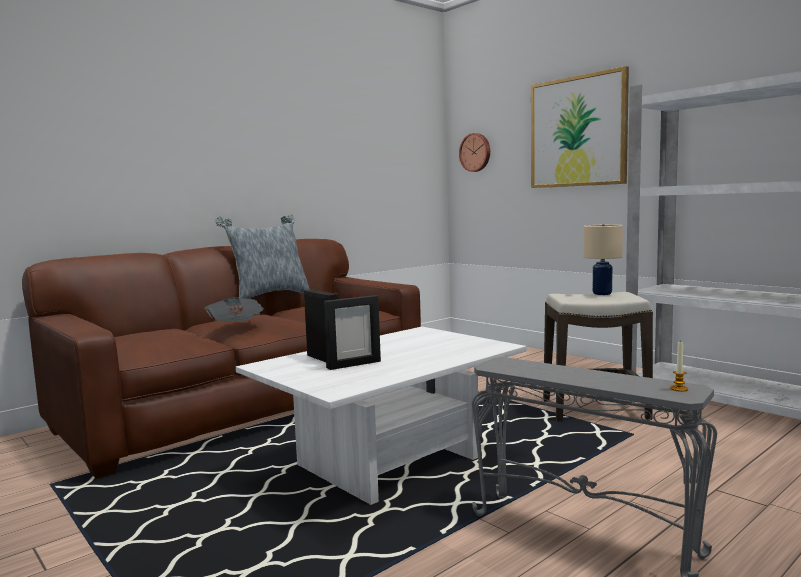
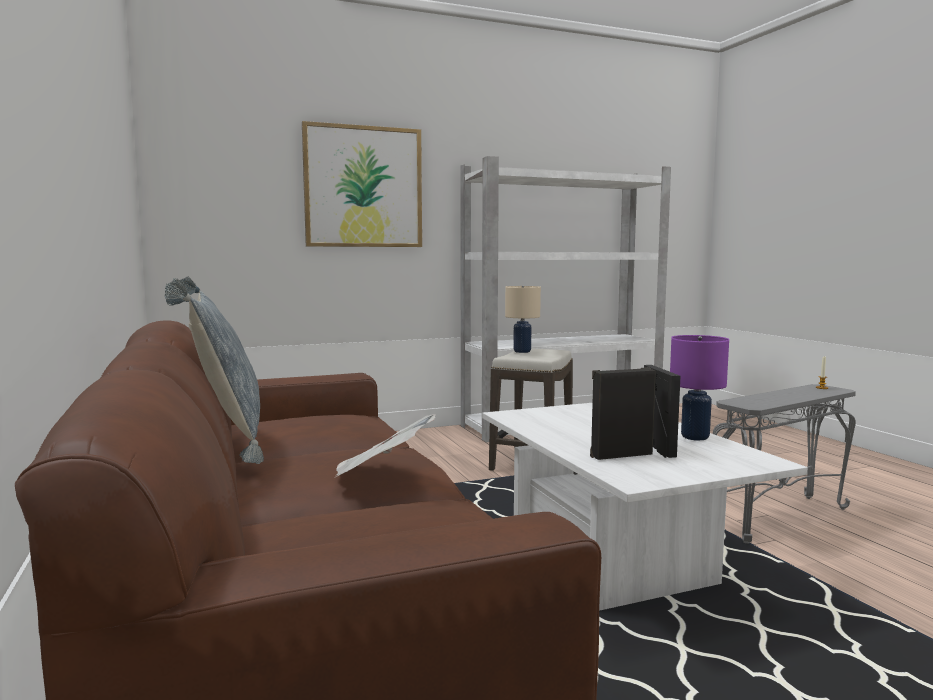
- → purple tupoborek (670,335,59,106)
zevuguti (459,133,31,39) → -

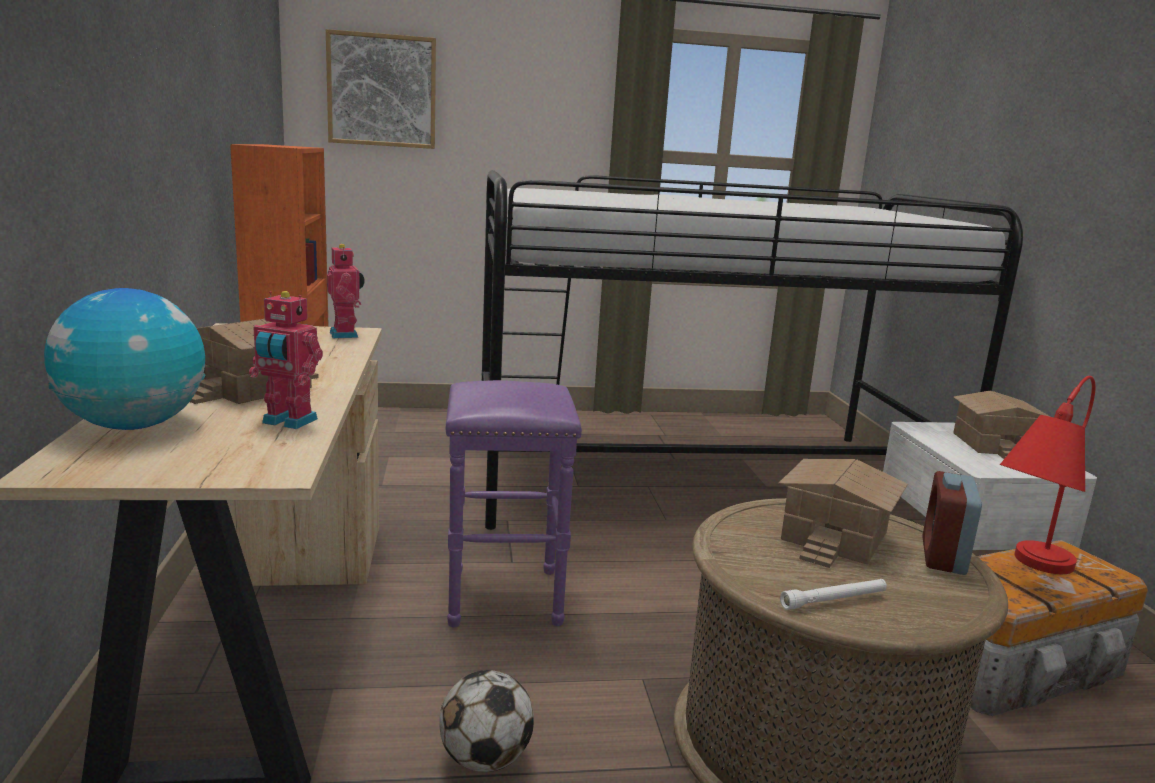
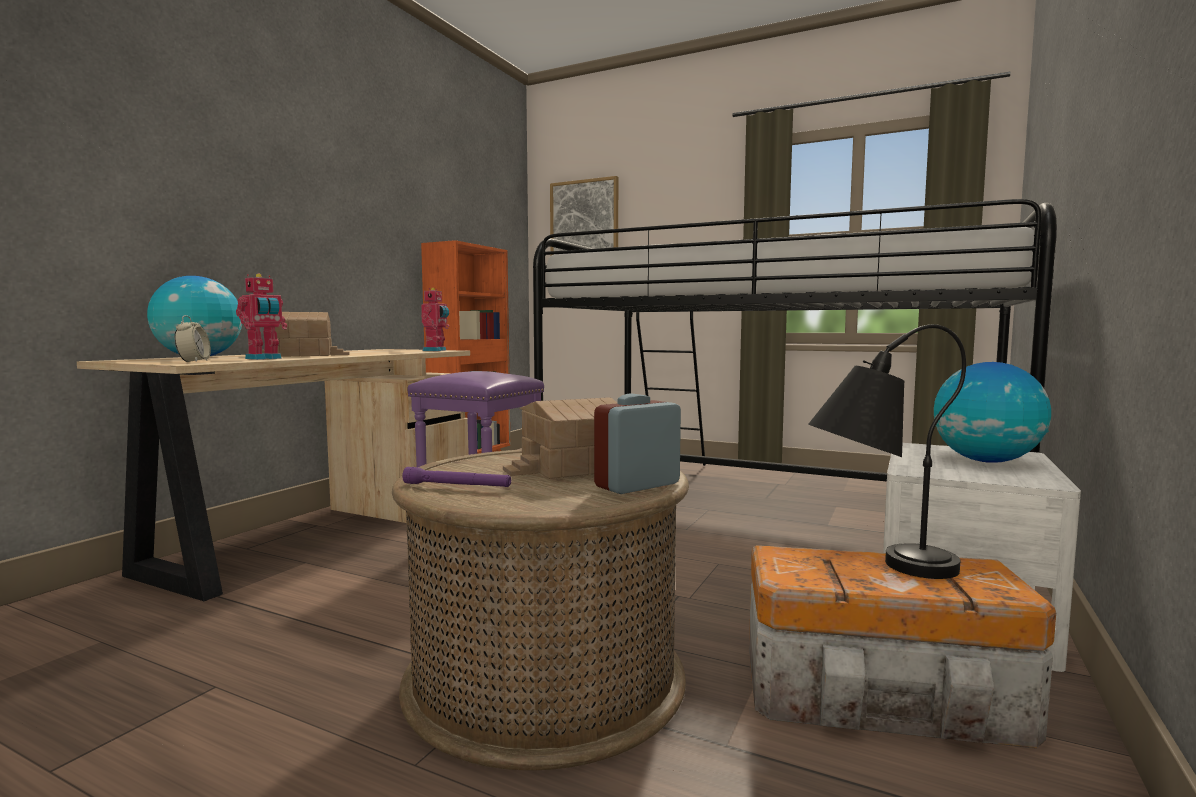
- → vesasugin (174,315,37,47)
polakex (249,291,74,138) → polakex (236,273,51,87), 105 degrees counterclockwise
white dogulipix (780,579,107,31) → purple dogulipix (402,467,109,20)
red tupoborek (1000,376,96,198) → black tupoborek (808,324,158,255)
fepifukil (953,391,97,68) → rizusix (934,362,117,101)
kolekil (439,670,95,102) → -

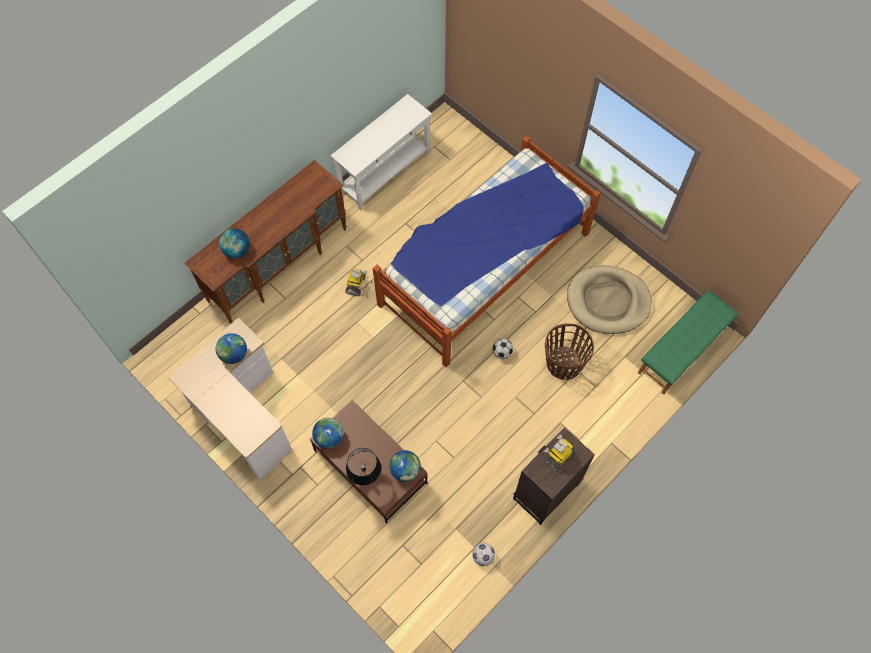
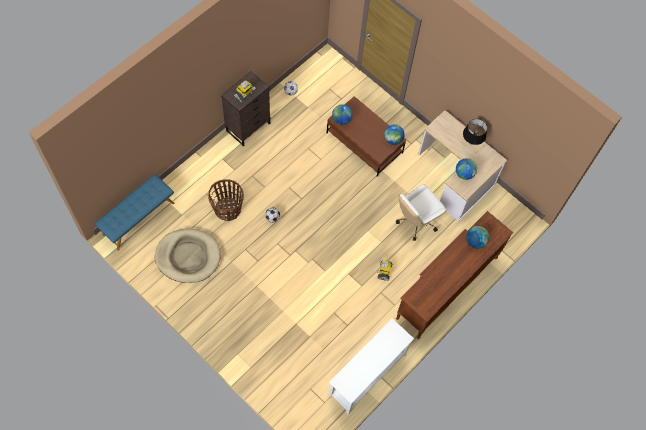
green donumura (638,290,100,104) → blue donumura (95,174,79,77)
- → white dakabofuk (396,184,50,57)
black tupoborek (346,448,35,37) → black tupoborek (463,119,24,26), moved
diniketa (373,136,228,231) → -

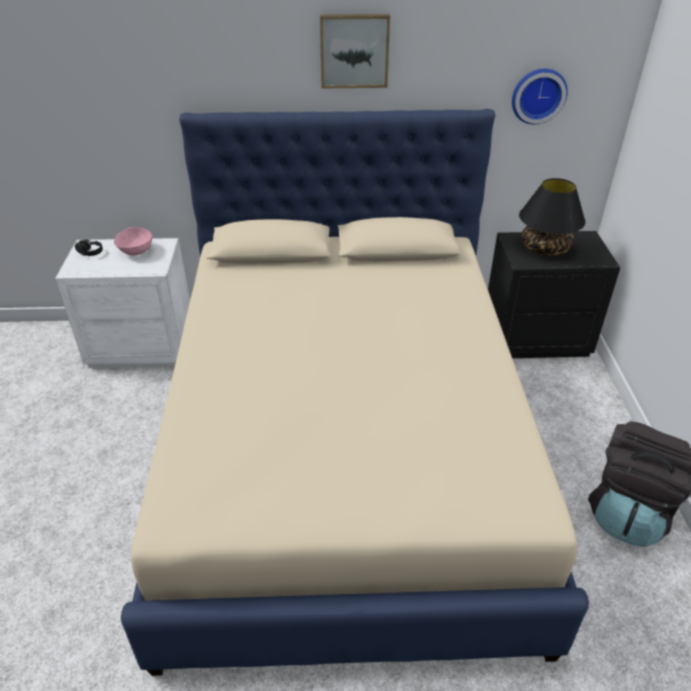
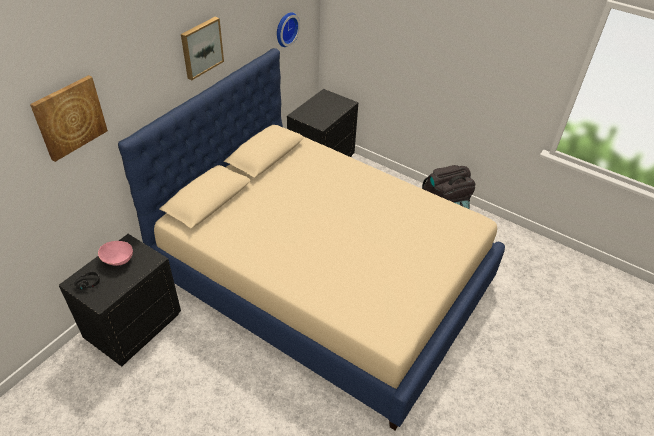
- → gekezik (30,75,78,87)
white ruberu (55,238,135,130) → black ruberu (59,234,122,133)
black tupoborek (519,178,66,78) → -

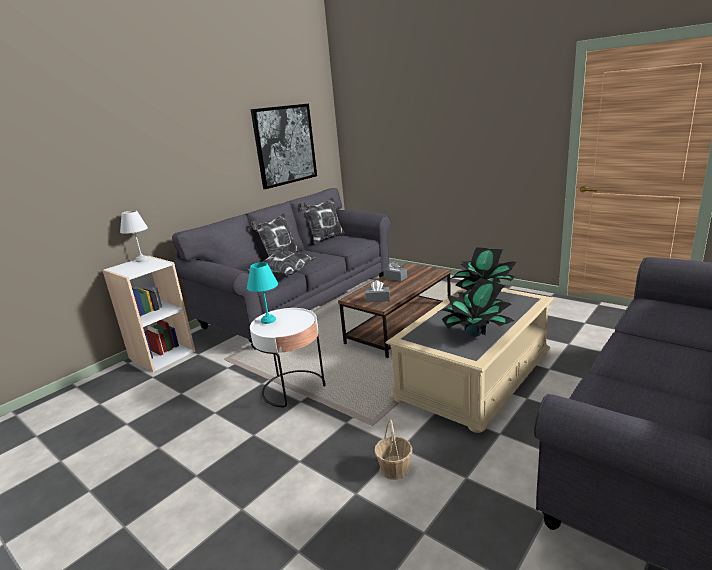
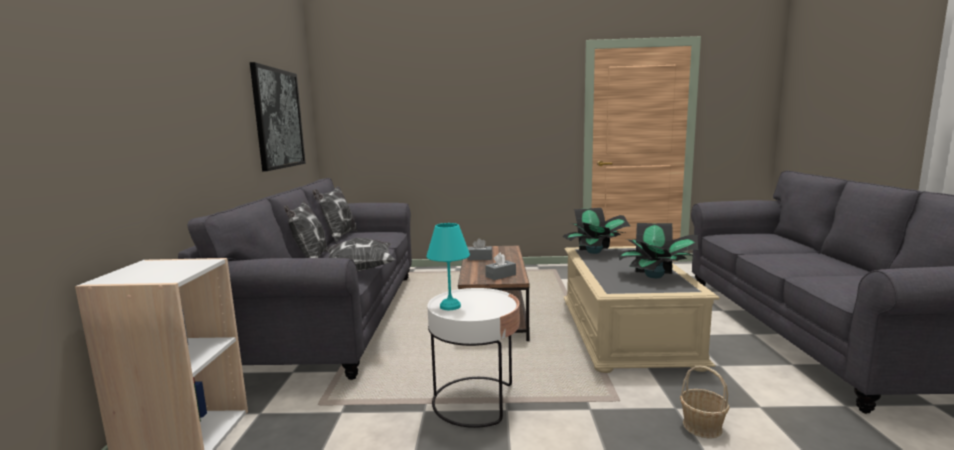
white tupoborek (120,210,29,52) → -

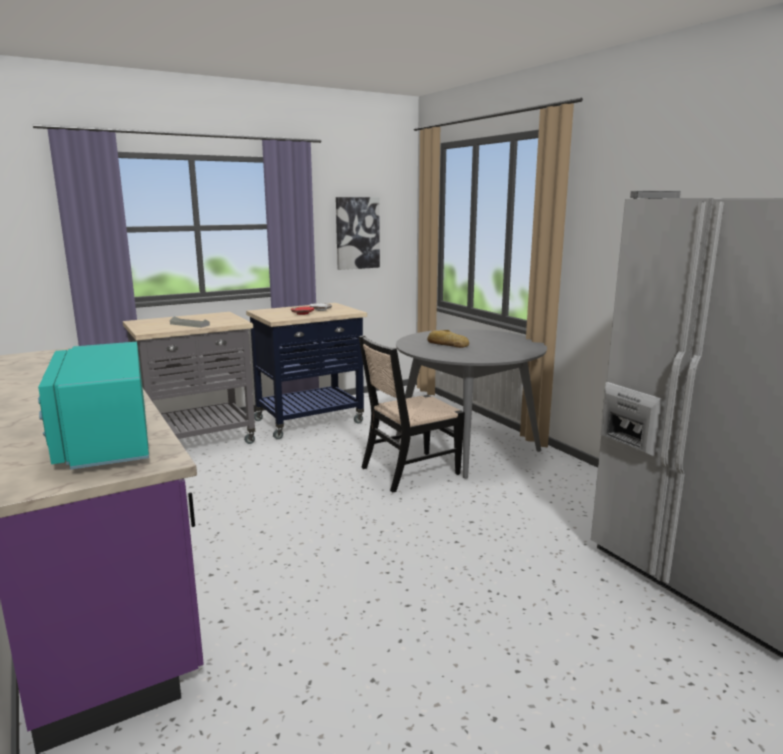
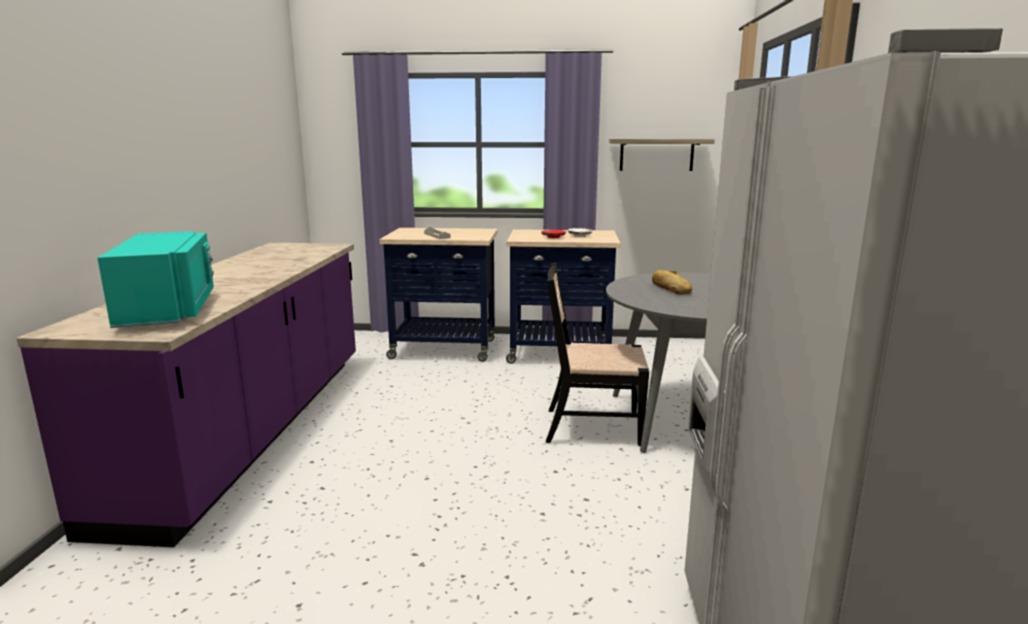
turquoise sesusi (38,342,111,128) → turquoise sesusi (98,231,116,97), 150 degrees clockwise
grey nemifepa (123,312,132,132) → blue nemifepa (379,228,119,134)
gekezik (336,197,44,73) → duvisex (609,139,106,32)

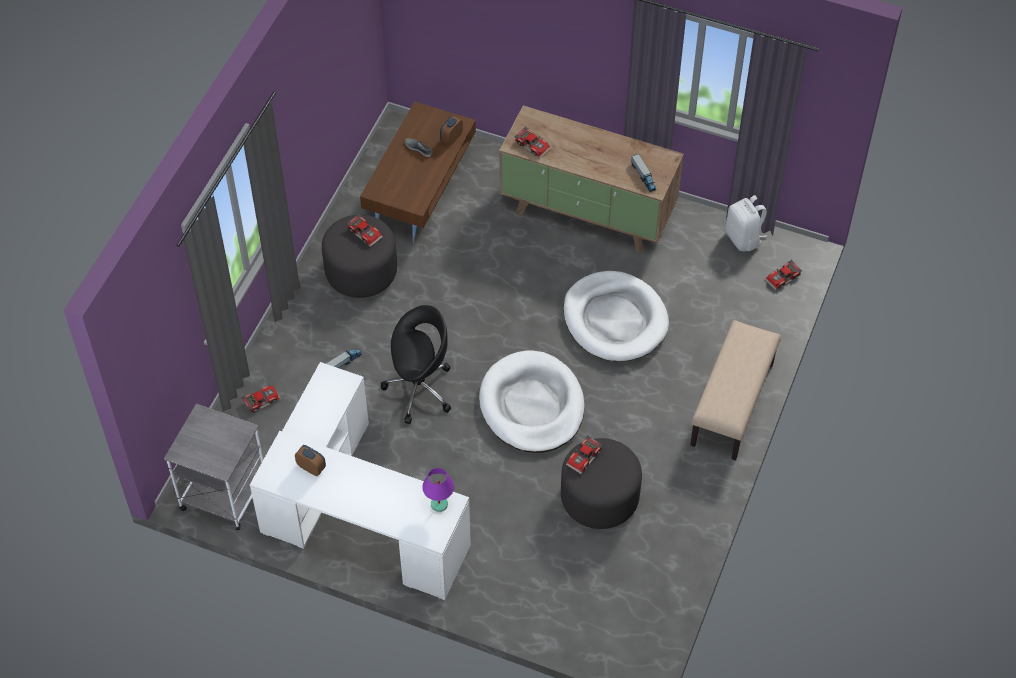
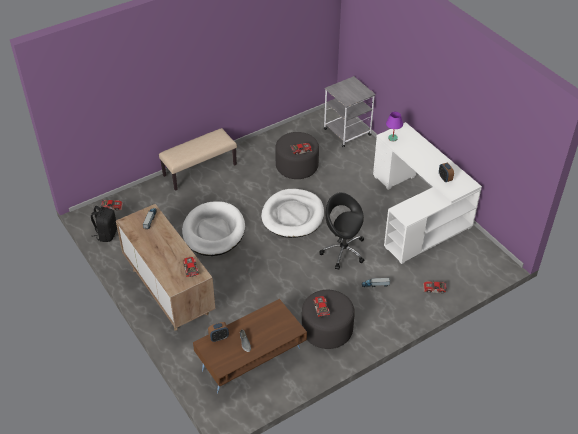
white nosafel (726,195,41,56) → black nosafel (91,206,26,36)
grey nemifepa (164,404,100,126) → grey nemifepa (324,76,52,71), moved

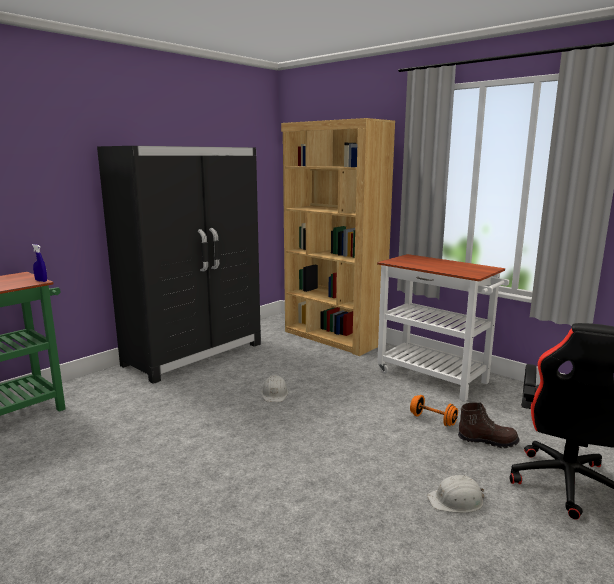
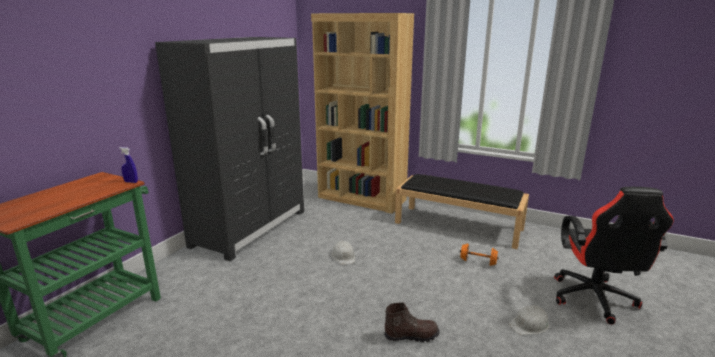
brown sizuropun (458,402,62,46) → brown sizuropun (384,302,56,40), moved
white nemifepa (377,254,132,147) → black donumura (395,174,134,75)

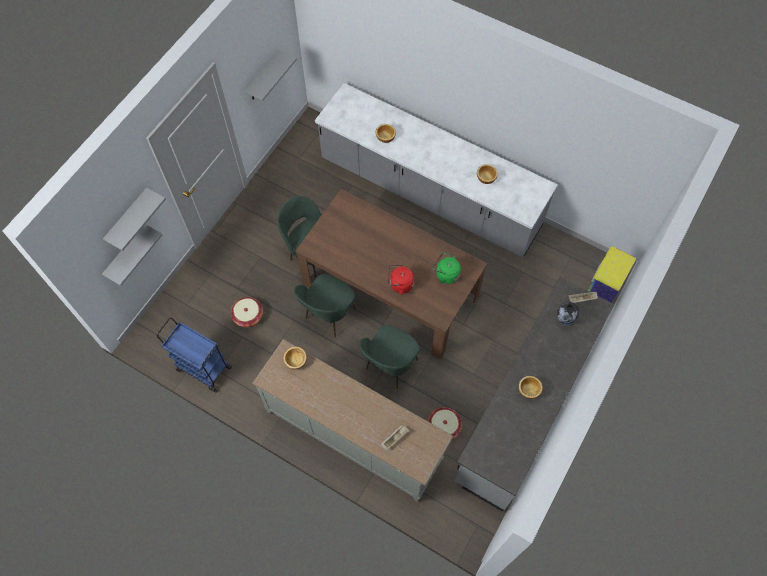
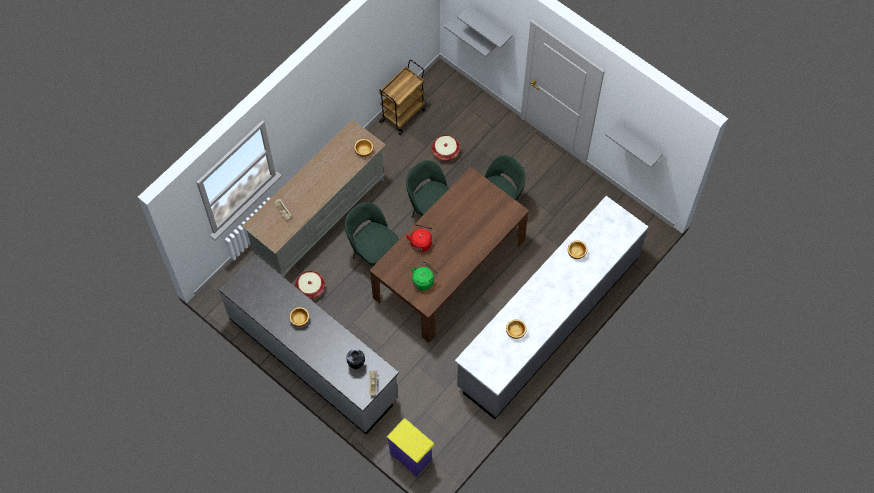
blue nemifepa (157,318,75,75) → brown nemifepa (379,60,48,75)

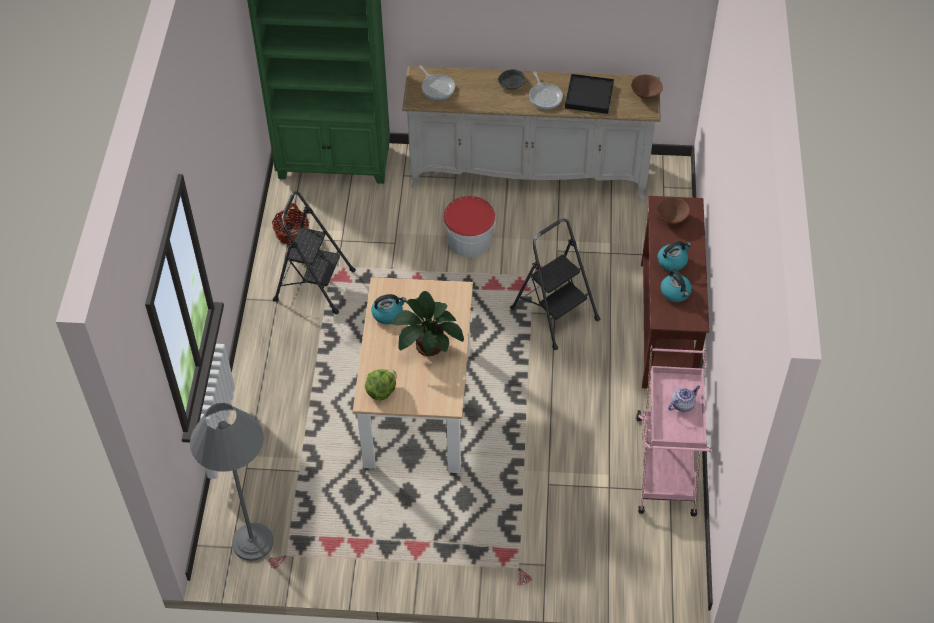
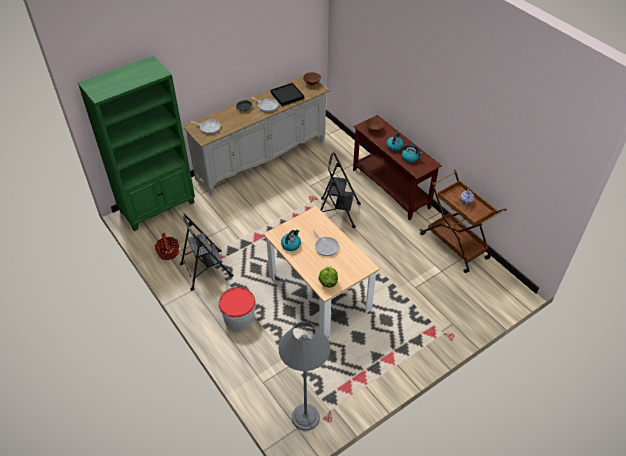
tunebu (443,196,53,61) → tunebu (219,287,37,43), moved
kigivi (392,291,72,65) → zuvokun (313,230,26,26)
pink nemifepa (636,345,76,172) → brown nemifepa (420,170,87,103)

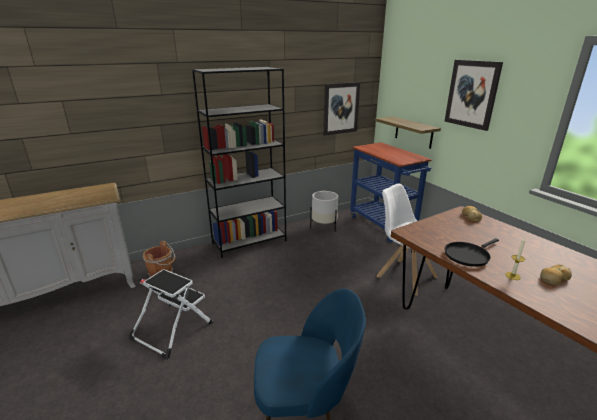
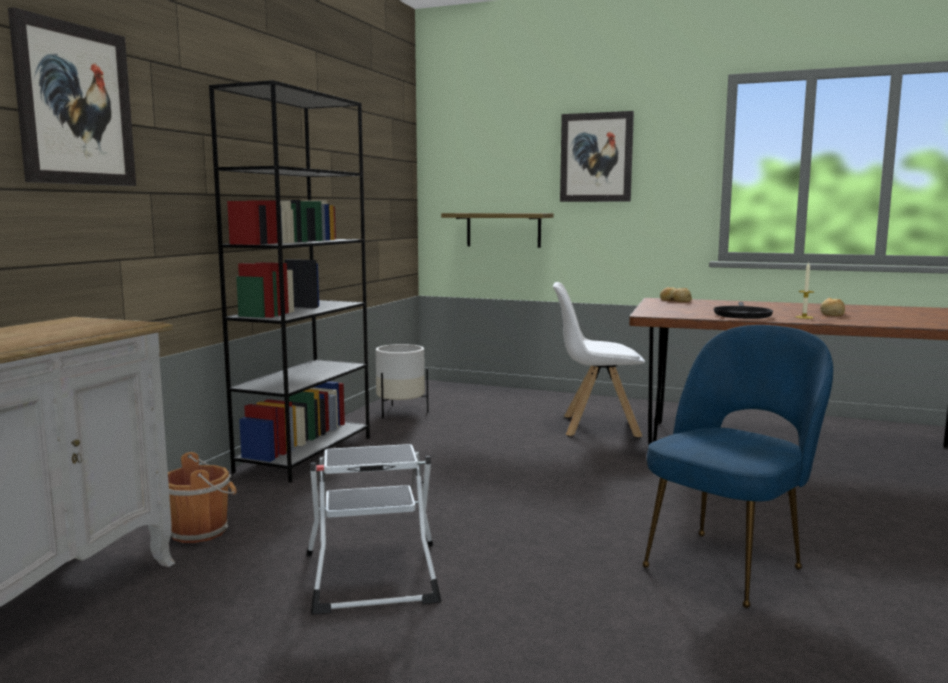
gekezik (323,82,37,54) → gekezik (8,7,128,179), moved
blue nemifepa (350,142,82,100) → -

